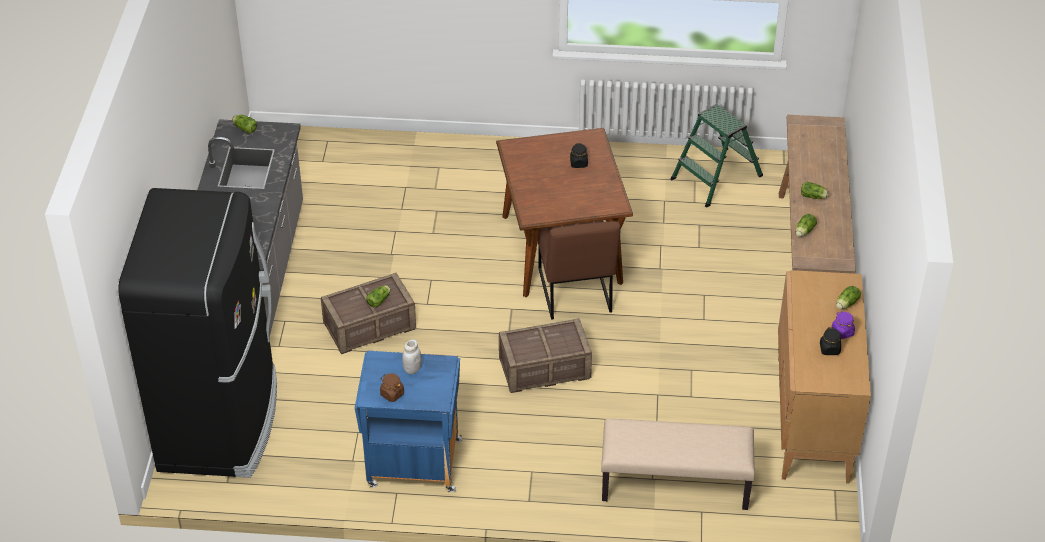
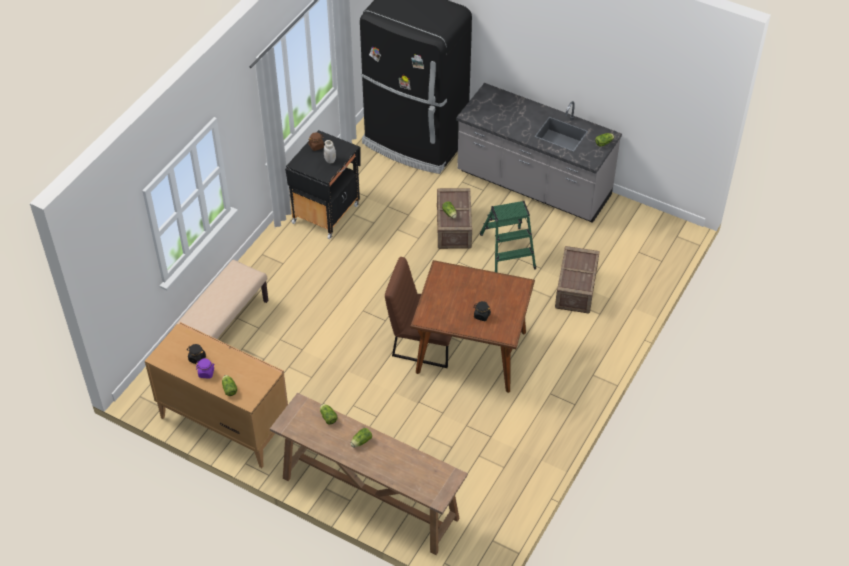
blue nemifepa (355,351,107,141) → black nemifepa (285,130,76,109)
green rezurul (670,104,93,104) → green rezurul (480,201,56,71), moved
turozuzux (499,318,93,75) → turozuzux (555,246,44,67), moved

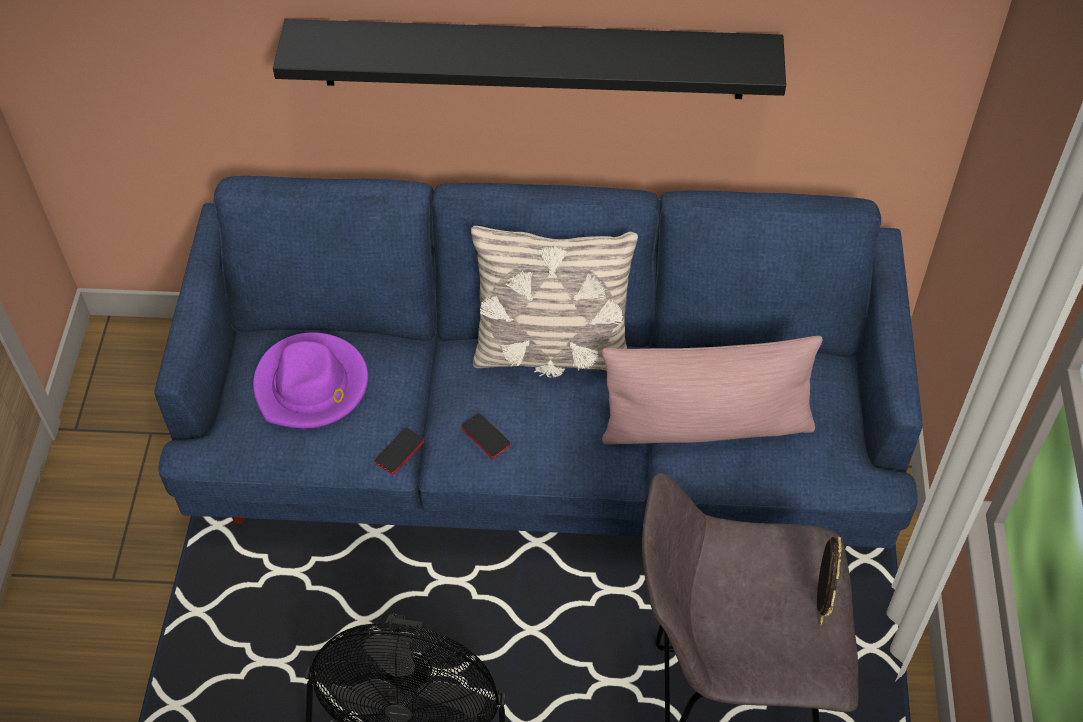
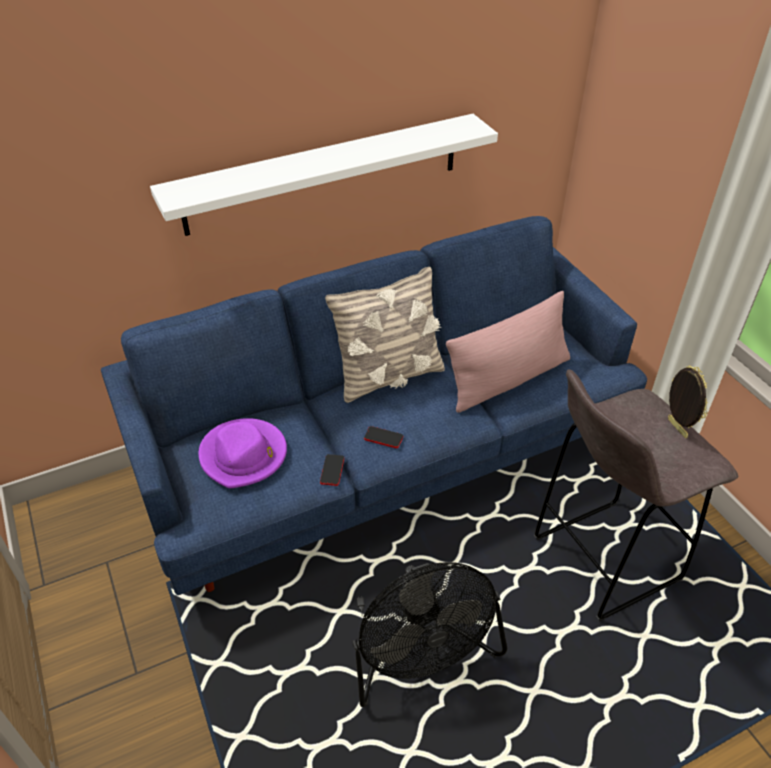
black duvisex (273,19,513,80) → white duvisex (150,114,348,122)

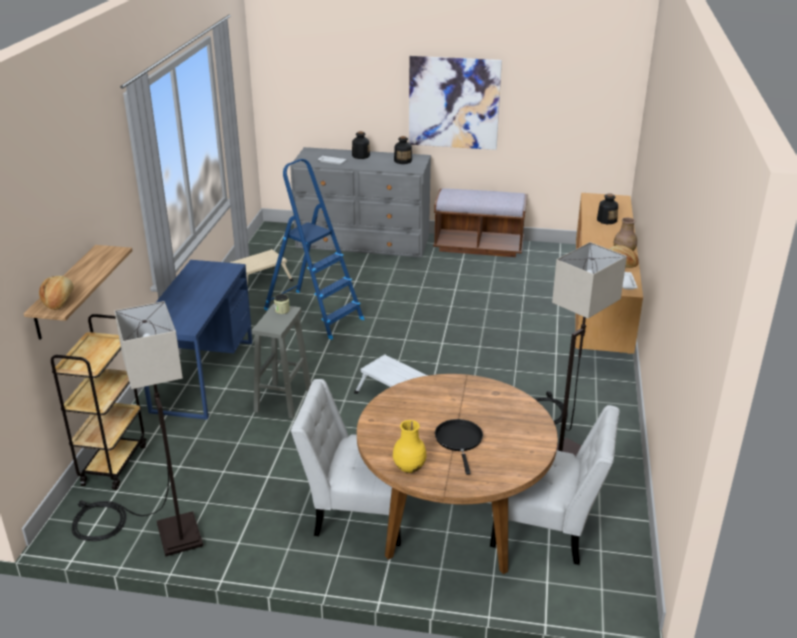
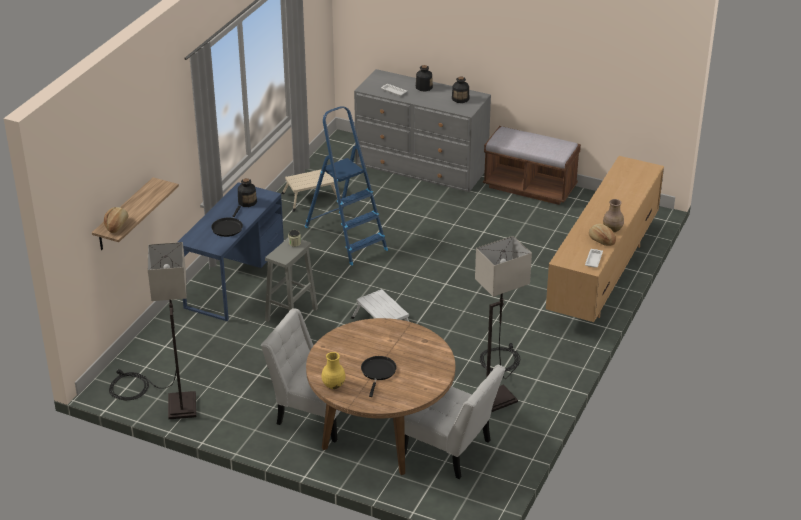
- → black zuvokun (211,206,32,31)
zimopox (597,193,21,31) → zimopox (238,178,19,29), moved
brown nemifepa (51,314,96,176) → -
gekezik (409,56,93,94) → -

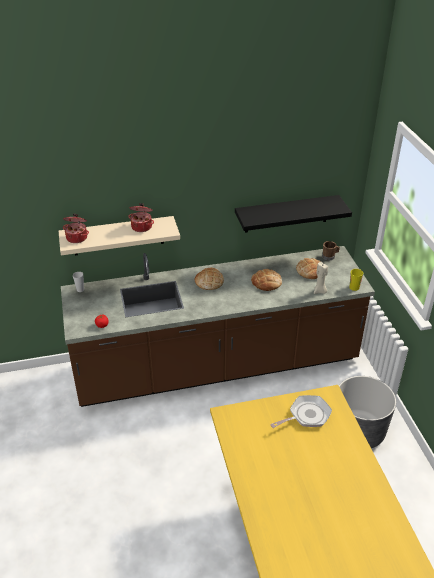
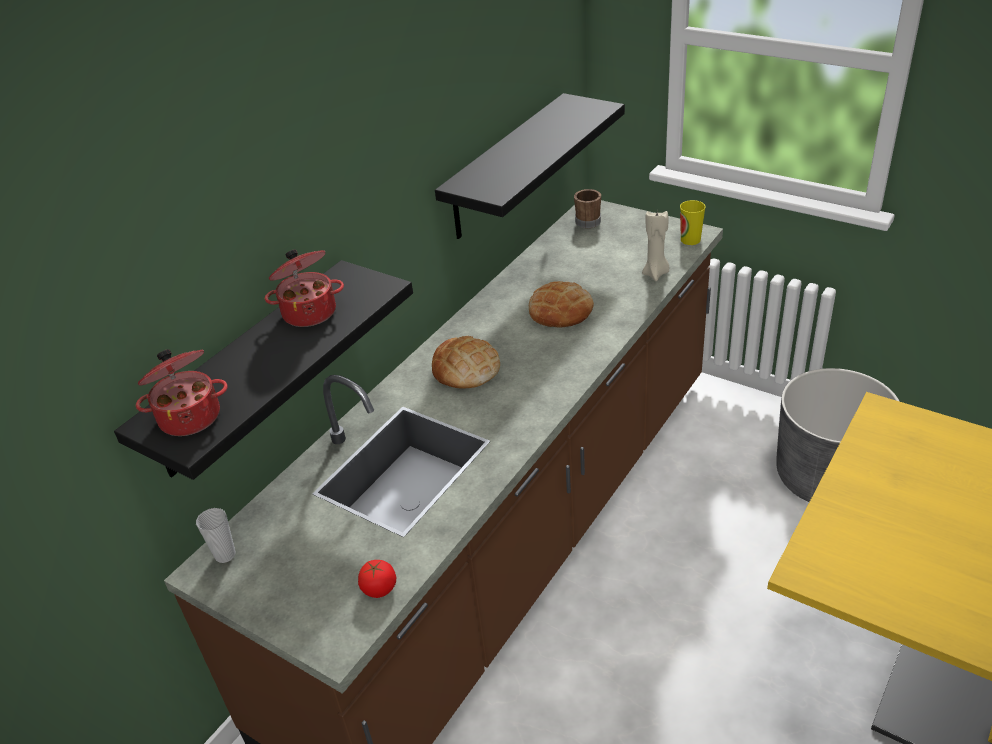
beige duvisex (59,216,121,39) → black duvisex (114,260,299,220)
zuvokun (270,395,62,33) → -
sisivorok (296,258,25,21) → -

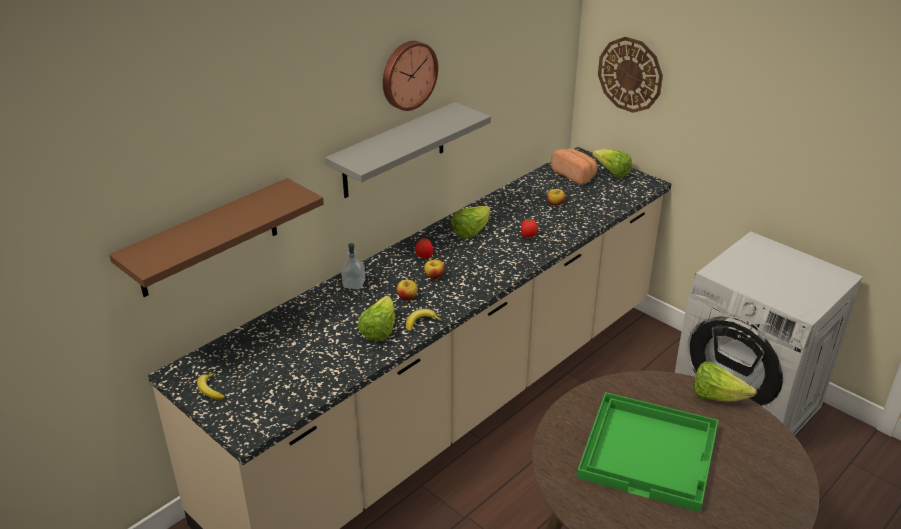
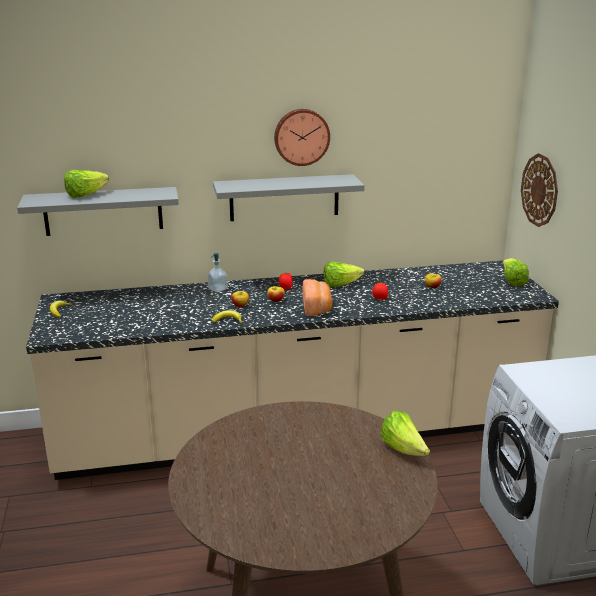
brown duvisex (109,178,215,119) → grey duvisex (17,187,162,49)
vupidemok (358,296,37,45) → vupidemok (64,170,45,28), moved
sisivorok (551,149,46,36) → sisivorok (303,279,29,37), moved
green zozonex (577,392,141,120) → -

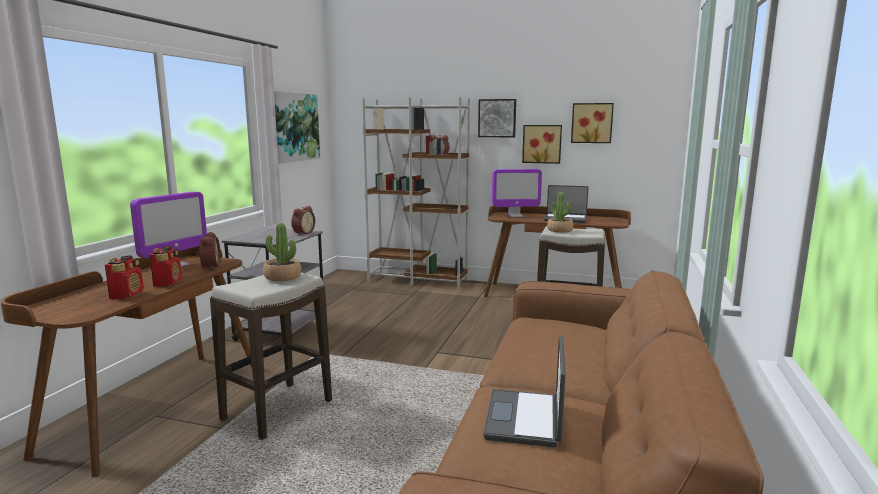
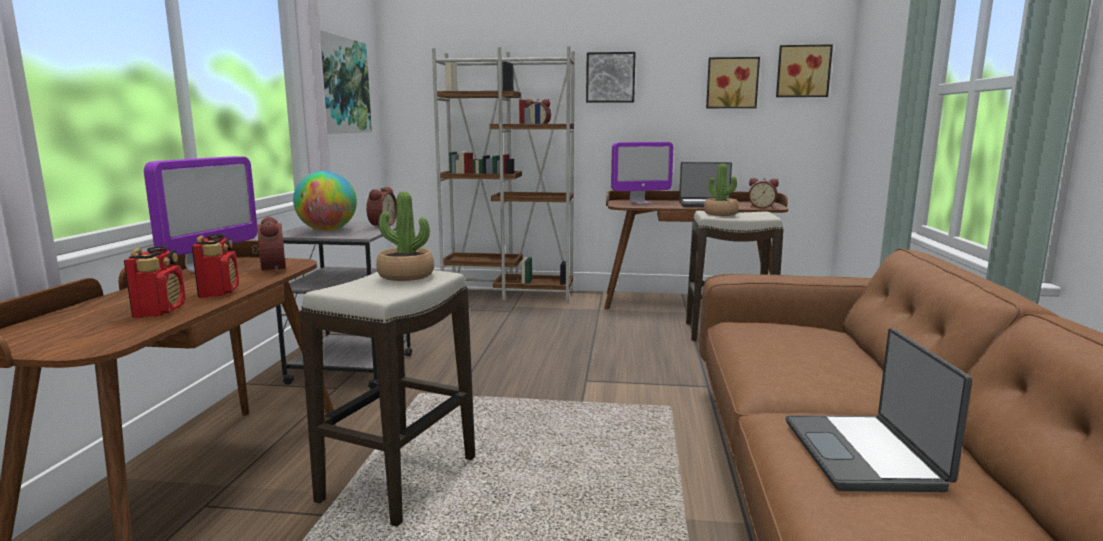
- → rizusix (293,171,64,60)
- → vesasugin (748,178,31,31)
gekezik (522,125,40,39) → gekezik (776,44,57,53), moved

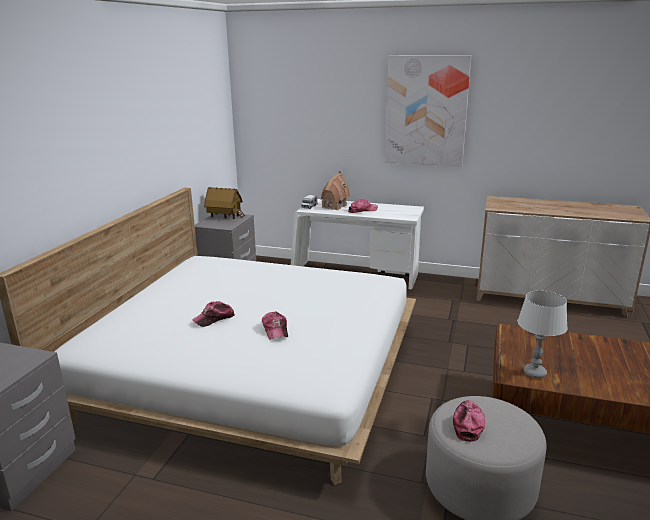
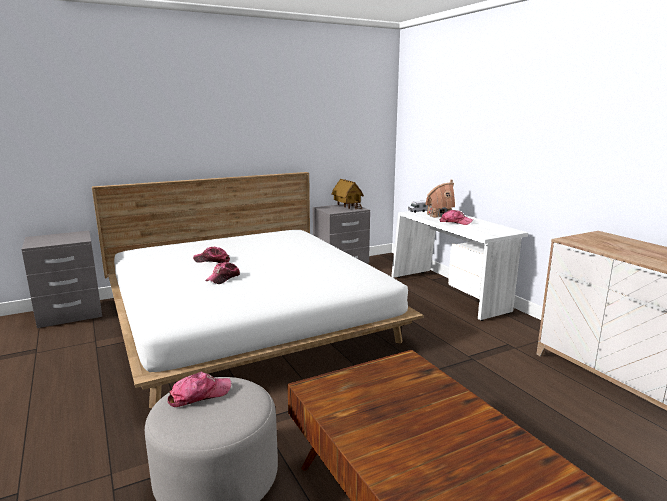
gekezik (385,55,86,111) → -
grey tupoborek (517,291,51,87) → -

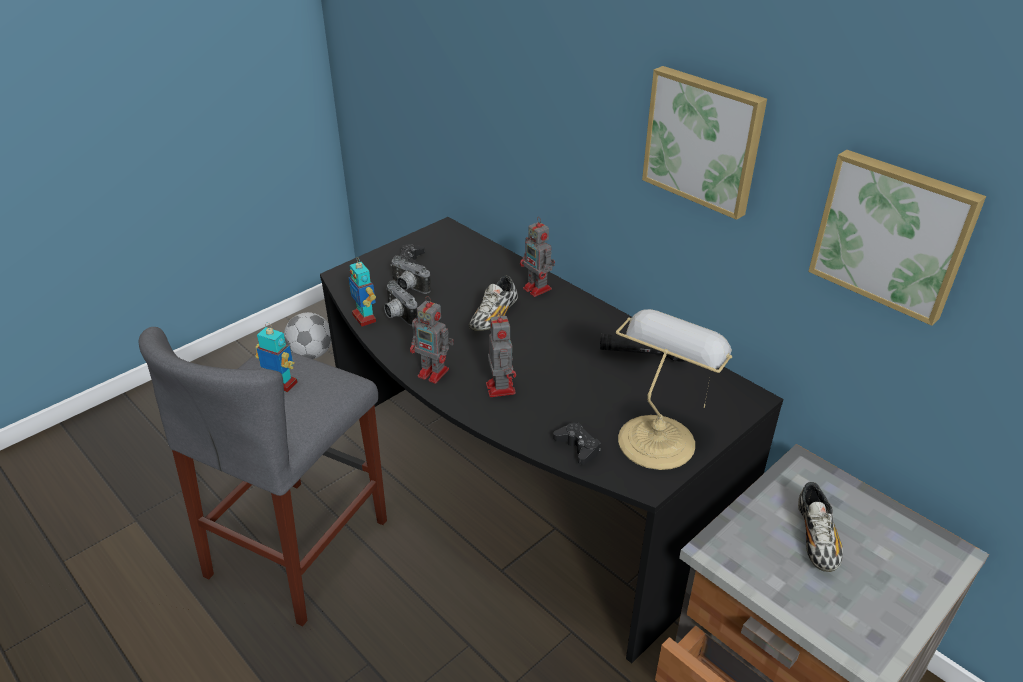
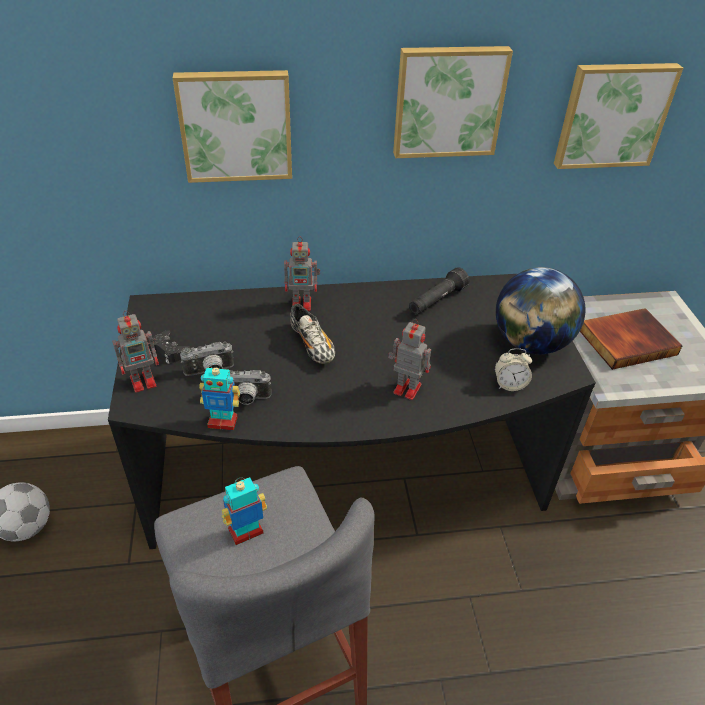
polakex (410,296,44,87) → polakex (112,311,47,82), moved
- → gekezik (173,70,119,113)
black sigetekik (553,423,47,42) → vesasugin (495,348,37,43)
tupoborek (616,309,116,161) → rizusix (496,267,89,87)
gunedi (798,482,45,90) → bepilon (580,308,103,62)

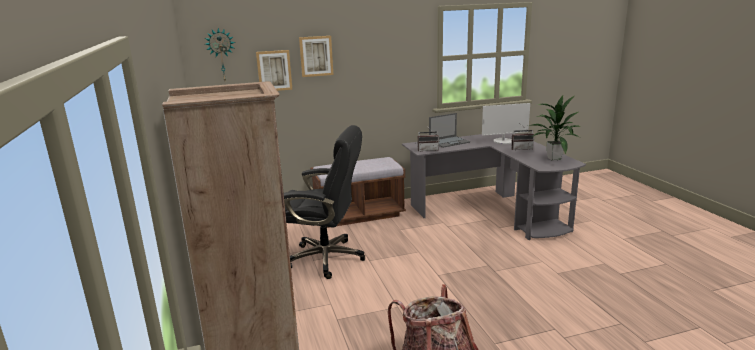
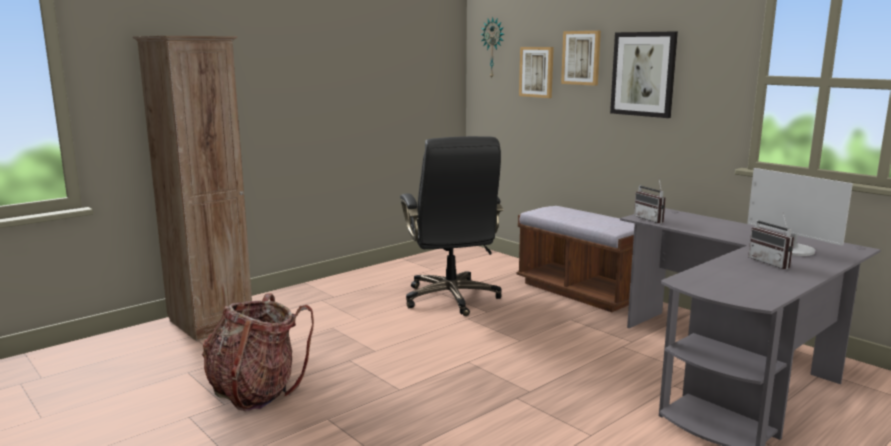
- → gekezik (610,31,68,87)
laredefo (429,113,41,35) → -
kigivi (529,95,53,65) → -

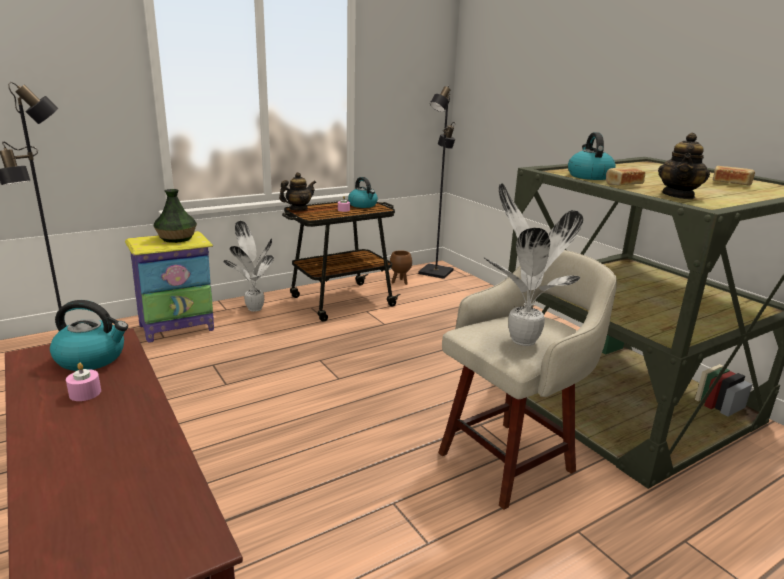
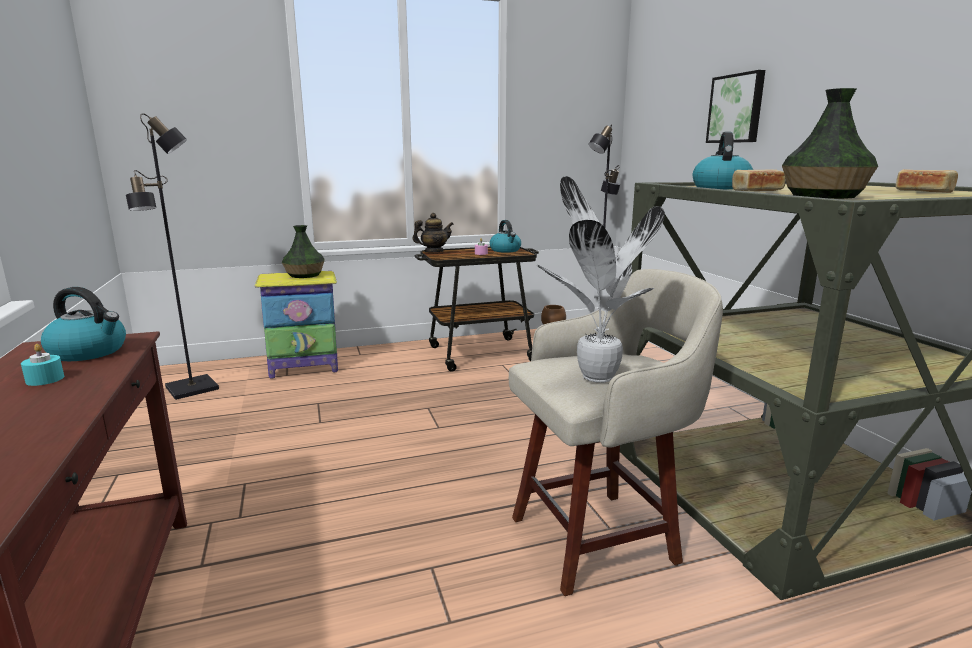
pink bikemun (66,363,35,38) → turquoise bikemun (21,344,43,42)
- → gekezik (706,70,59,73)
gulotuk (658,133,52,66) → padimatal (782,88,96,111)
kigivi (223,221,51,91) → -

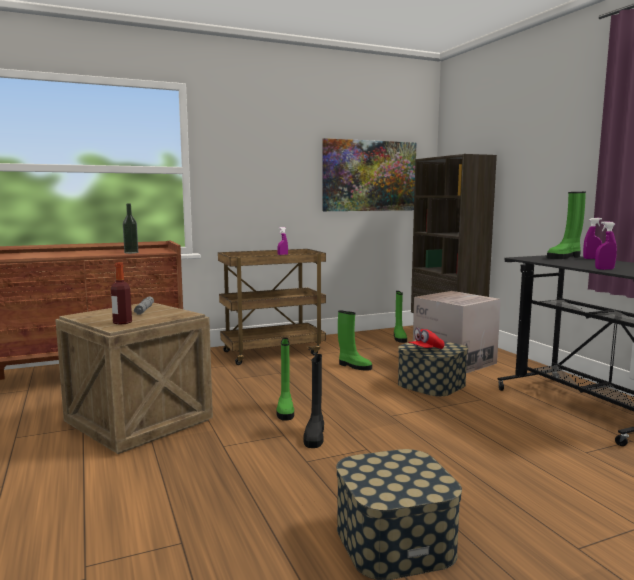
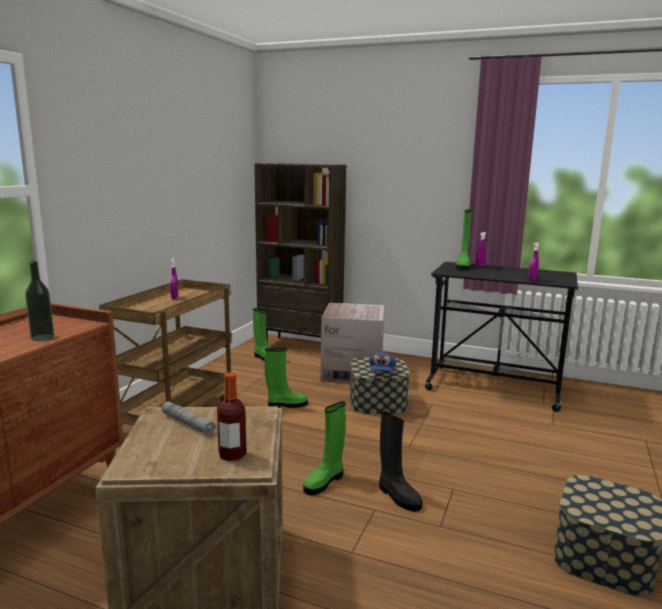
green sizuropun (276,338,18,83) → green sizuropun (303,401,43,94), 90 degrees clockwise
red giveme (408,328,37,21) → blue giveme (369,352,27,19)
gekezik (322,138,94,73) → -

